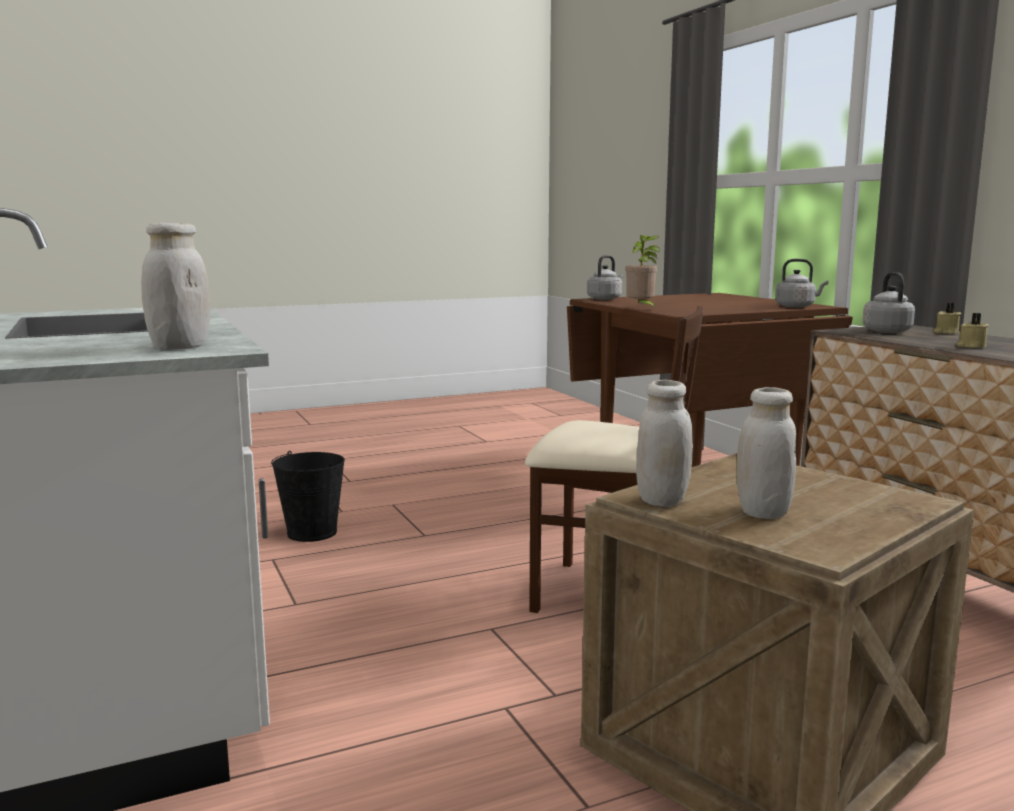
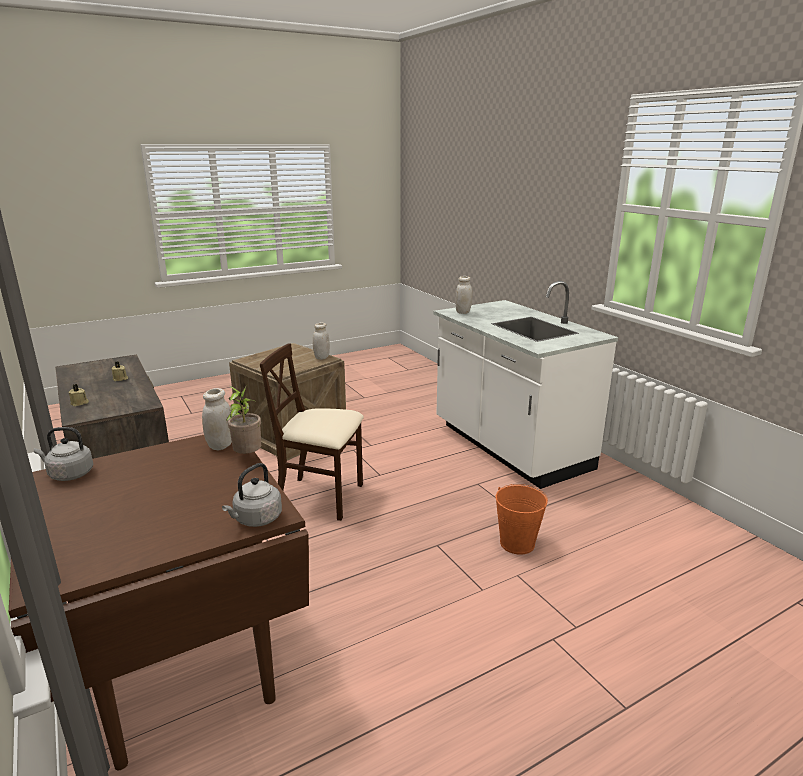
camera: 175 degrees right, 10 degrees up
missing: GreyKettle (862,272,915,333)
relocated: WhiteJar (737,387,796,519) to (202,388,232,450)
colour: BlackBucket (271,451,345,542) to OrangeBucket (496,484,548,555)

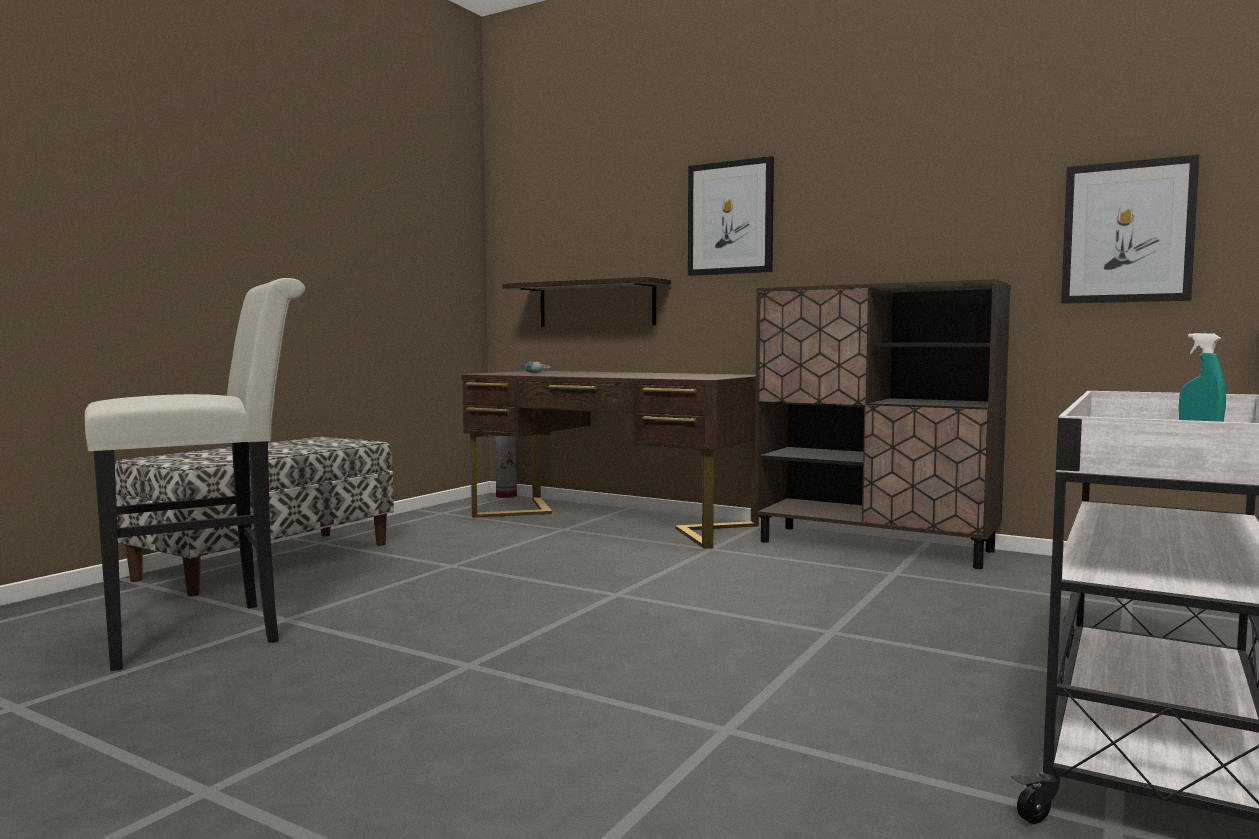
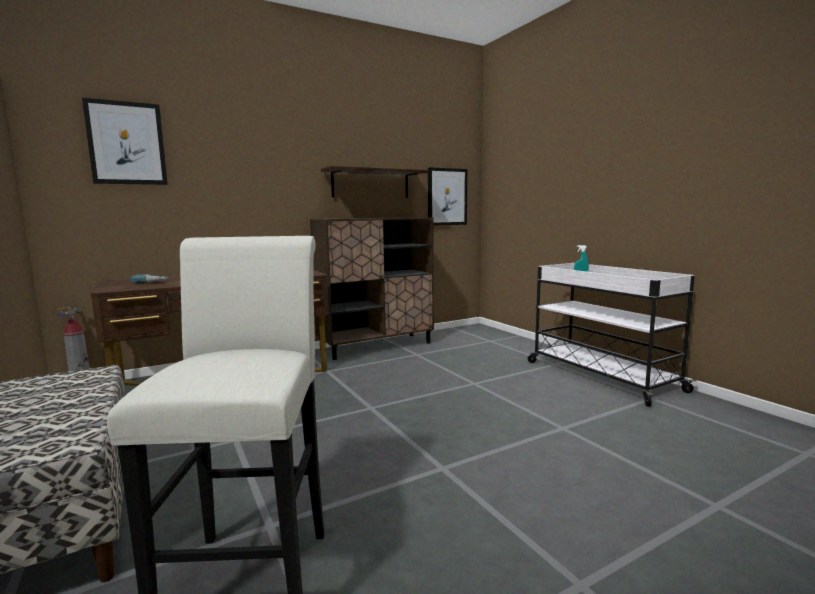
camera: 60 degrees left, 5 degrees up
relocated: Picture (688,156,774,276) to (82,98,168,185); Shelf (502,277,671,327) to (321,166,429,198)

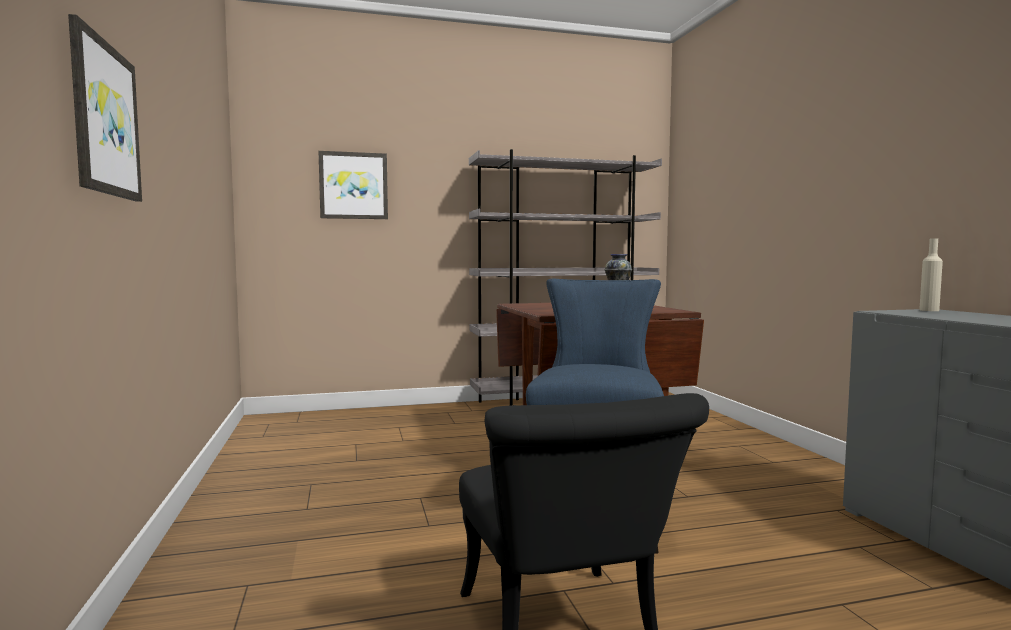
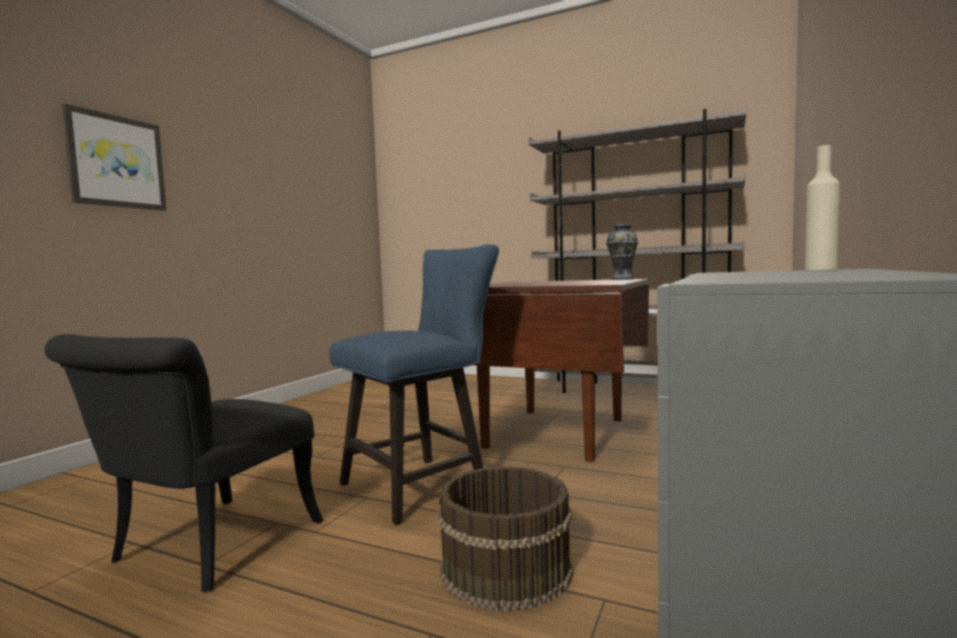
camera: 40 degrees right, 0 degrees up
missing: Picture (318,151,388,219)
appeared: BrownBucket (438,466,573,612)

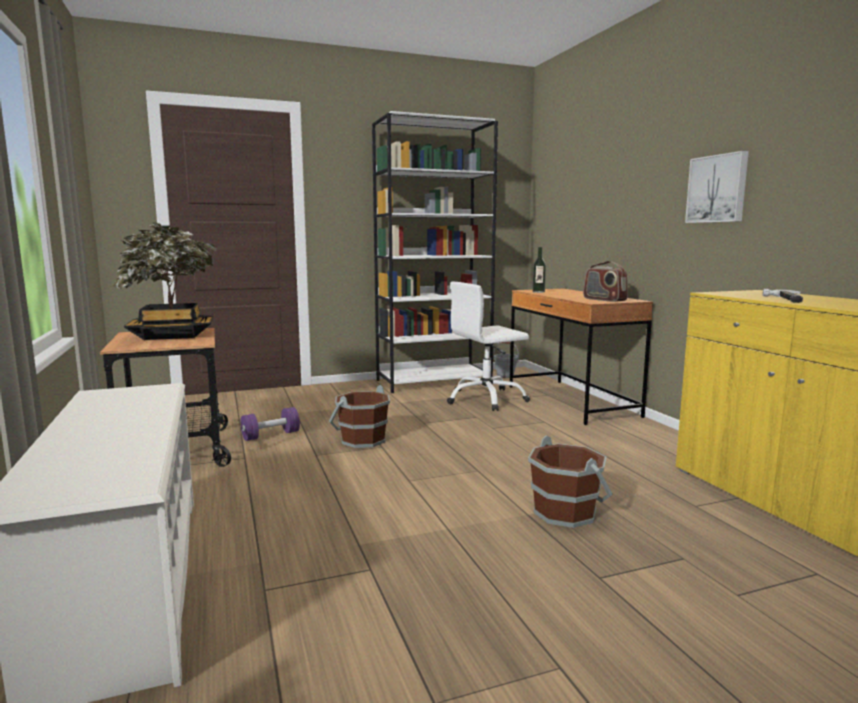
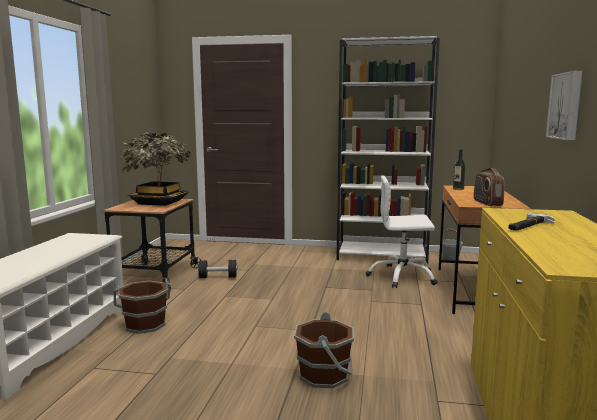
camera: 30 degrees right, 0 degrees up
relocated: BrownBucket (329,385,390,448) to (114,279,171,334)
colour: PurpleDumbbell (240,407,300,441) to BlackDumbbell (198,260,237,278)

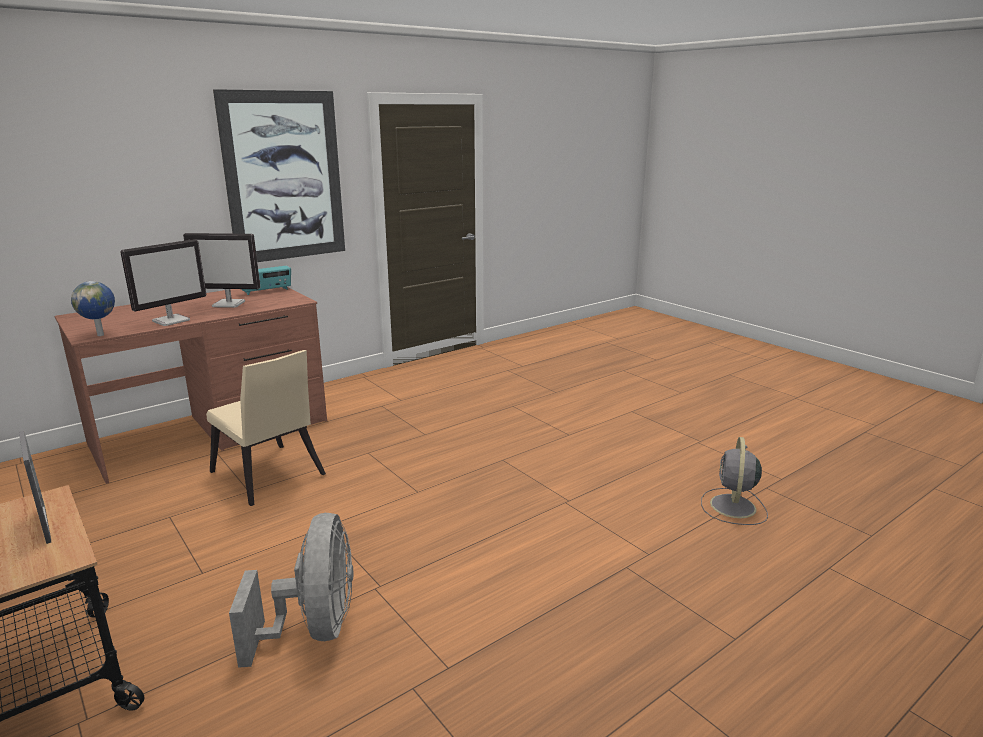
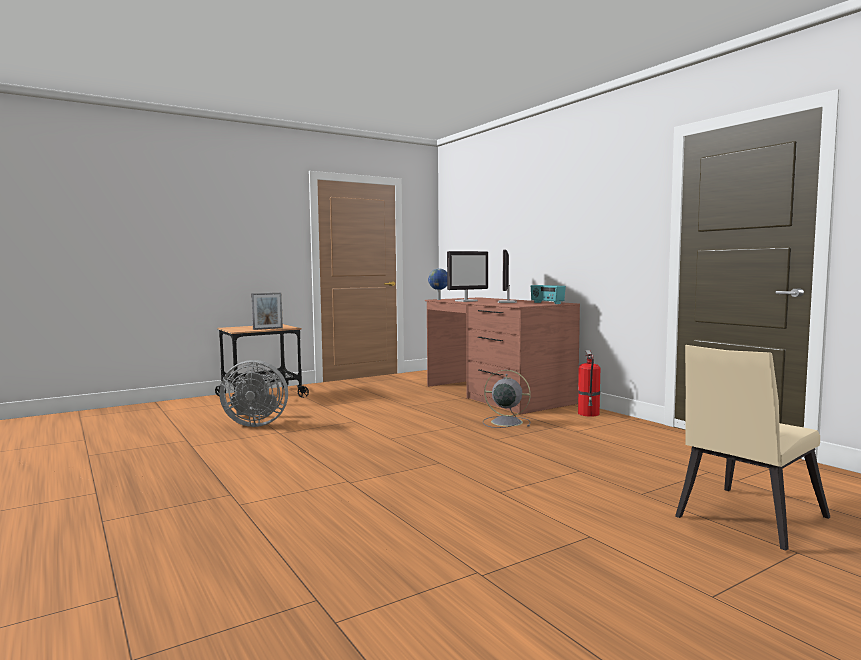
camera: 95 degrees right, 15 degrees down
missing: Picture (213,89,345,262)
appeared: FireExtinguisher (578,350,600,417)
relocated: BeigeChair (206,350,326,506) to (675,345,830,551); GreyFan (701,437,768,525) to (483,370,531,428)
spun: Monitor (120,239,206,326) = (447,251,488,302) 75 degrees counterclockwise

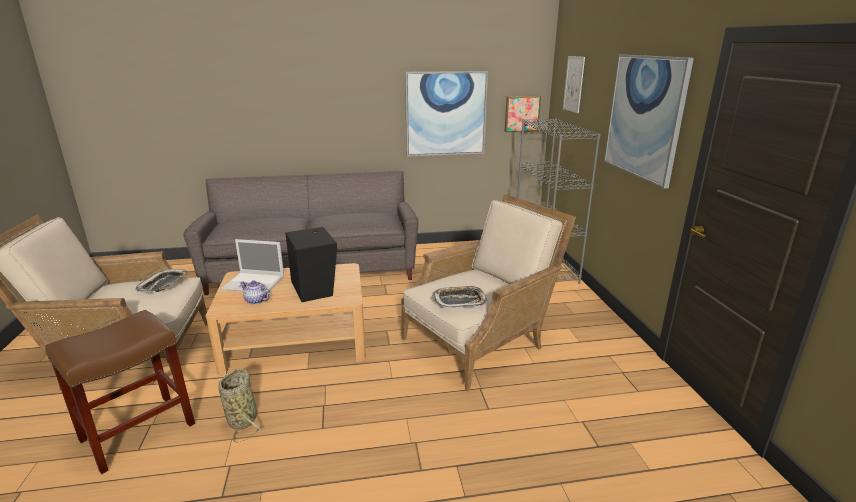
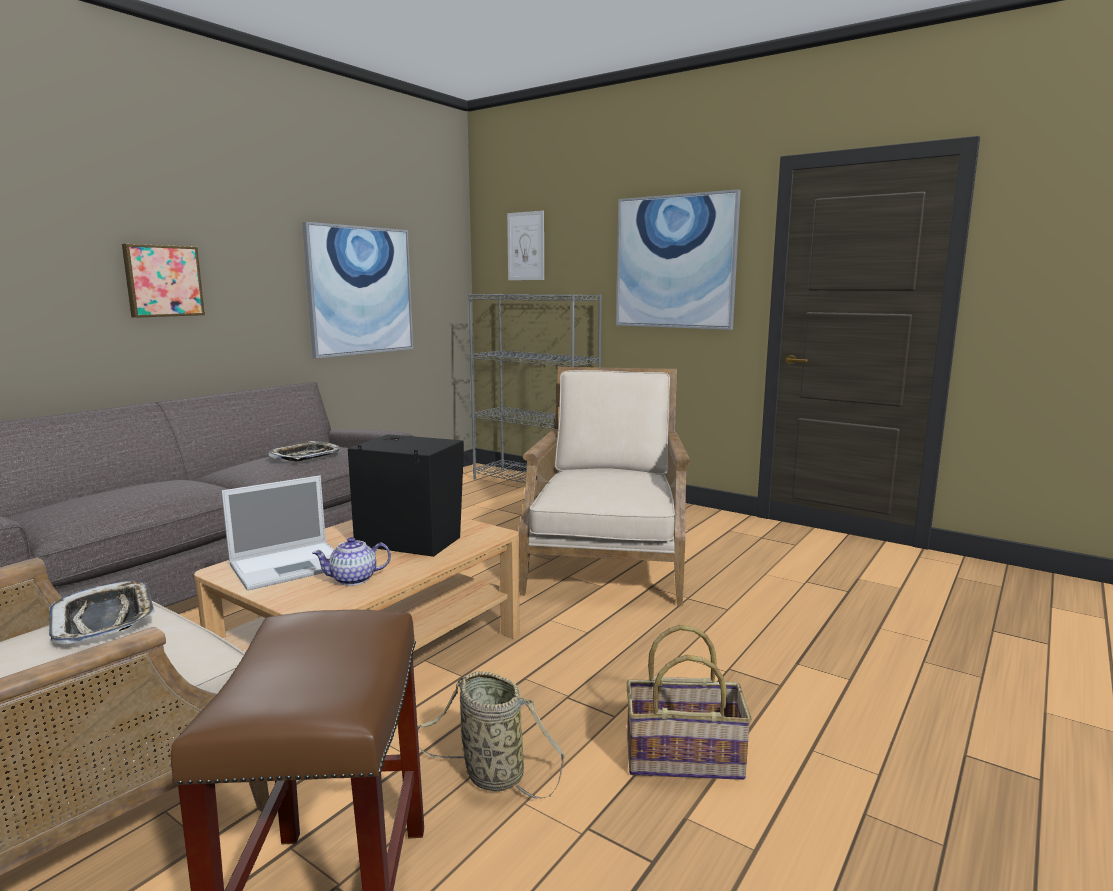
camera: 45 degrees left, 10 degrees down
appeared: Basket (627,625,752,780)
relocated: Picture (505,96,541,132) to (122,244,205,318); Tray (432,285,487,308) to (268,441,342,461)

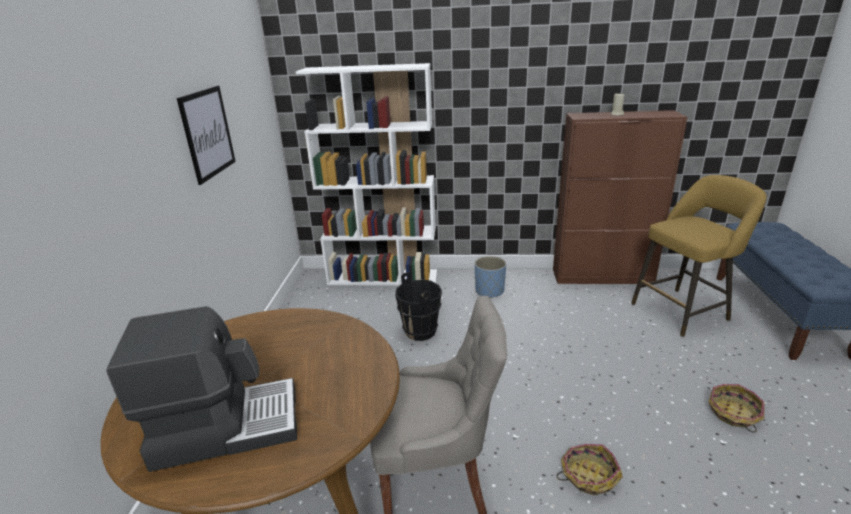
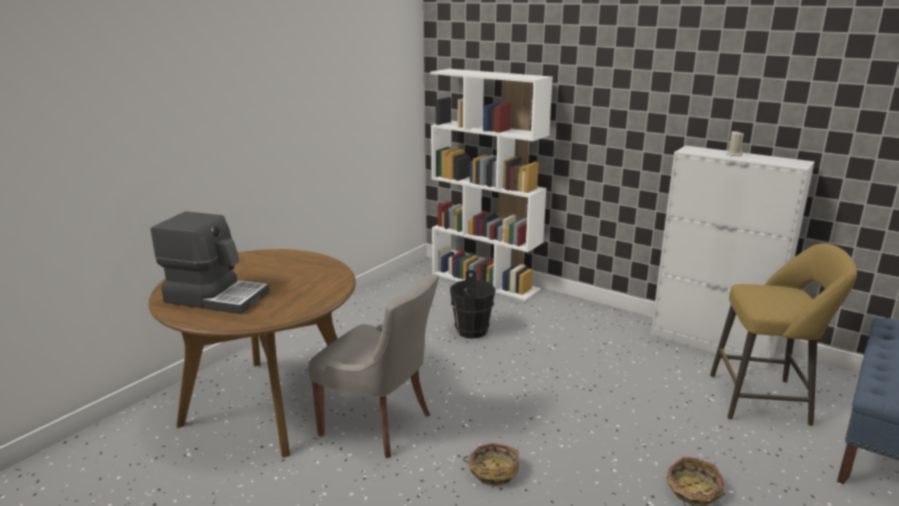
camera: 30 degrees right, 5 degrees down
missing: Picture (177,86,236,185); BluePlanter (475,256,506,299)
colour: BrownCabinet (553,110,688,284) to WhiteCabinet (651,146,815,368)

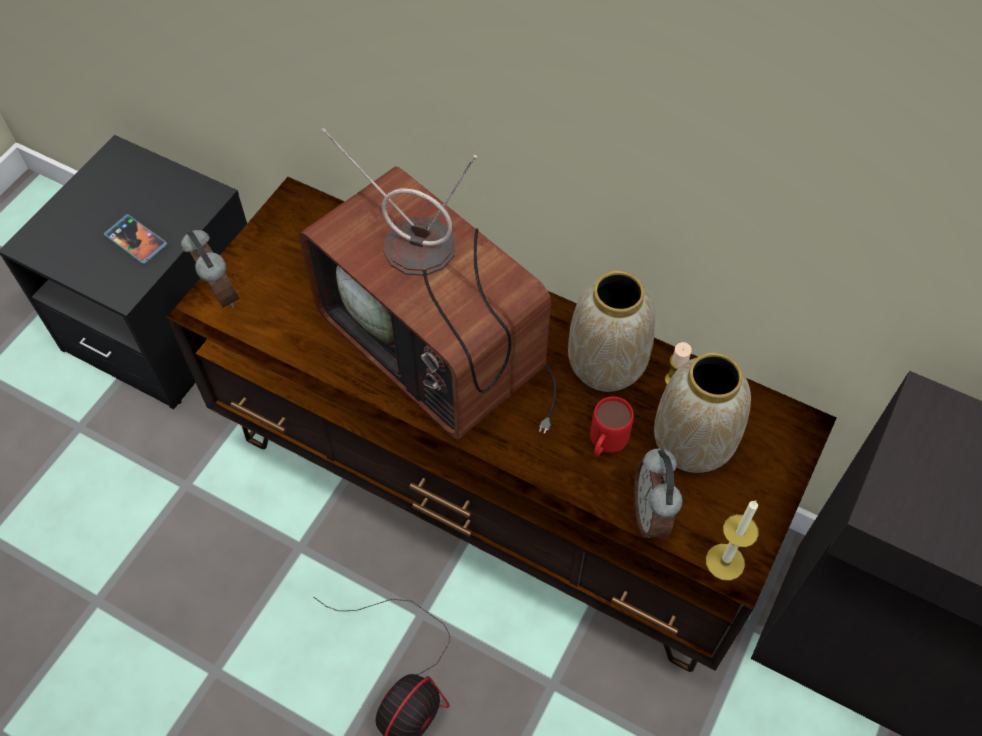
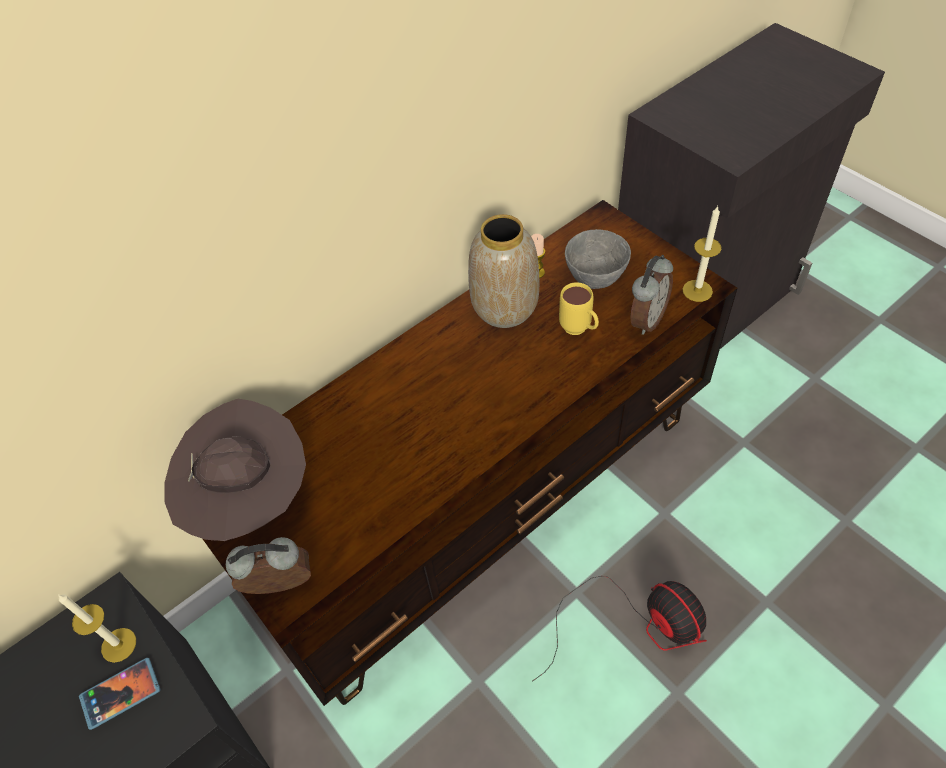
camera: 65 degrees left, 5 degrees down
missing: Television (299,128,557,439)
appeared: BrownHat (165,399,306,541); Candle (58,594,136,663)
exchanged: Vase (654,352,751,473) to GreyBowl (565,229,631,289)
colour: RedMug (590,397,634,456) to YellowMug (559,282,599,335)
spun: AlarmClock (634,449,683,538) = (630,255,673,335) 75 degrees counterclockwise

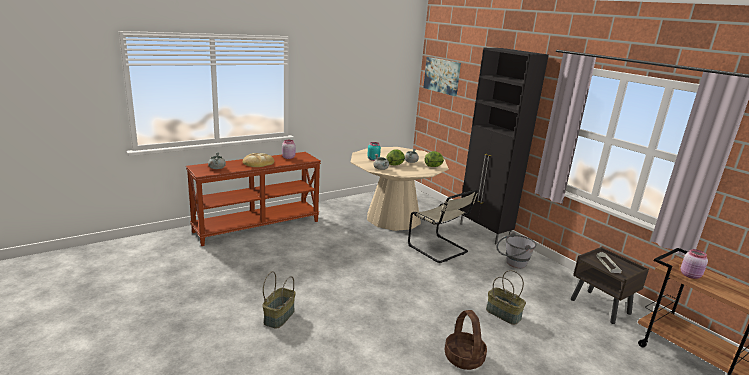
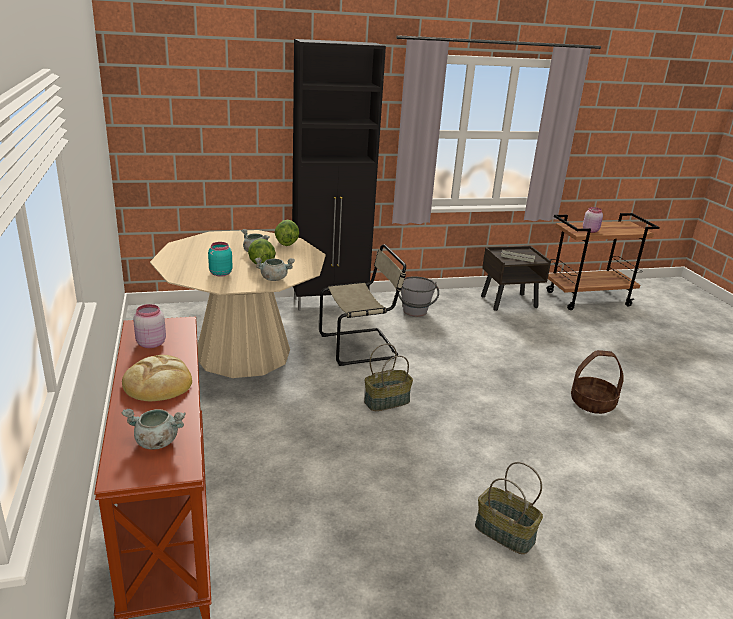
camera: 70 degrees left, 5 degrees up
missing: Picture (423,57,461,96)
relocated: Basket (486,270,526,325) to (364,343,413,411)

